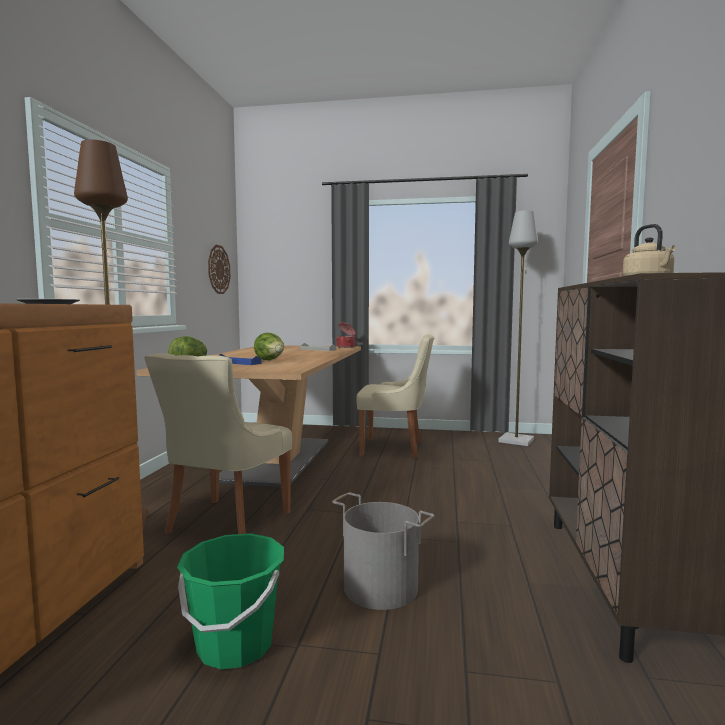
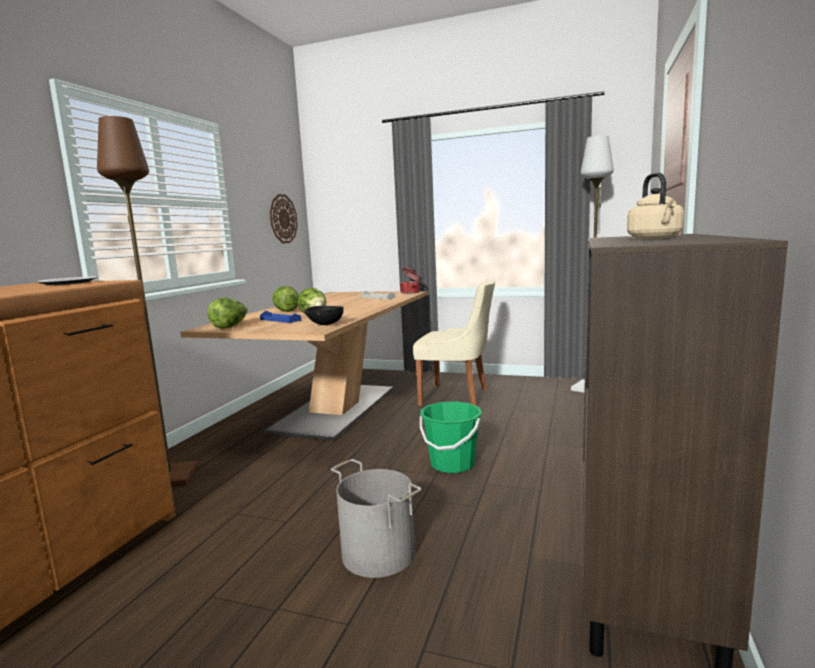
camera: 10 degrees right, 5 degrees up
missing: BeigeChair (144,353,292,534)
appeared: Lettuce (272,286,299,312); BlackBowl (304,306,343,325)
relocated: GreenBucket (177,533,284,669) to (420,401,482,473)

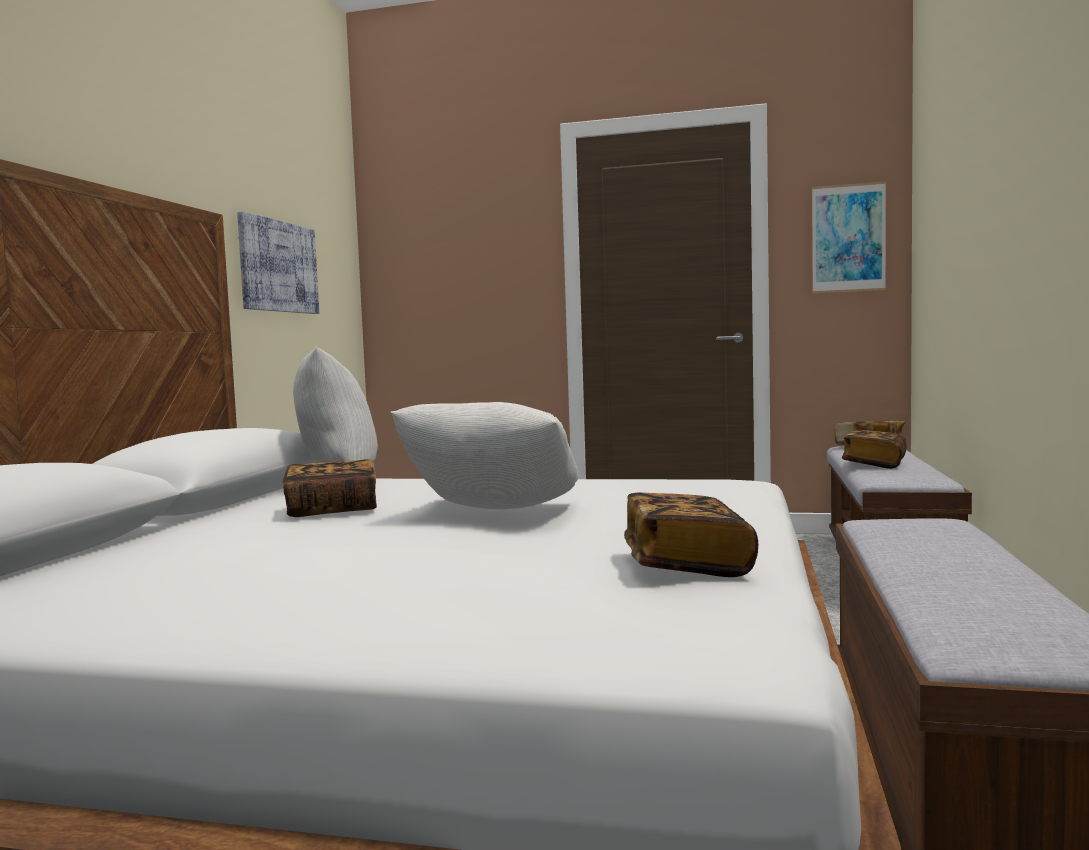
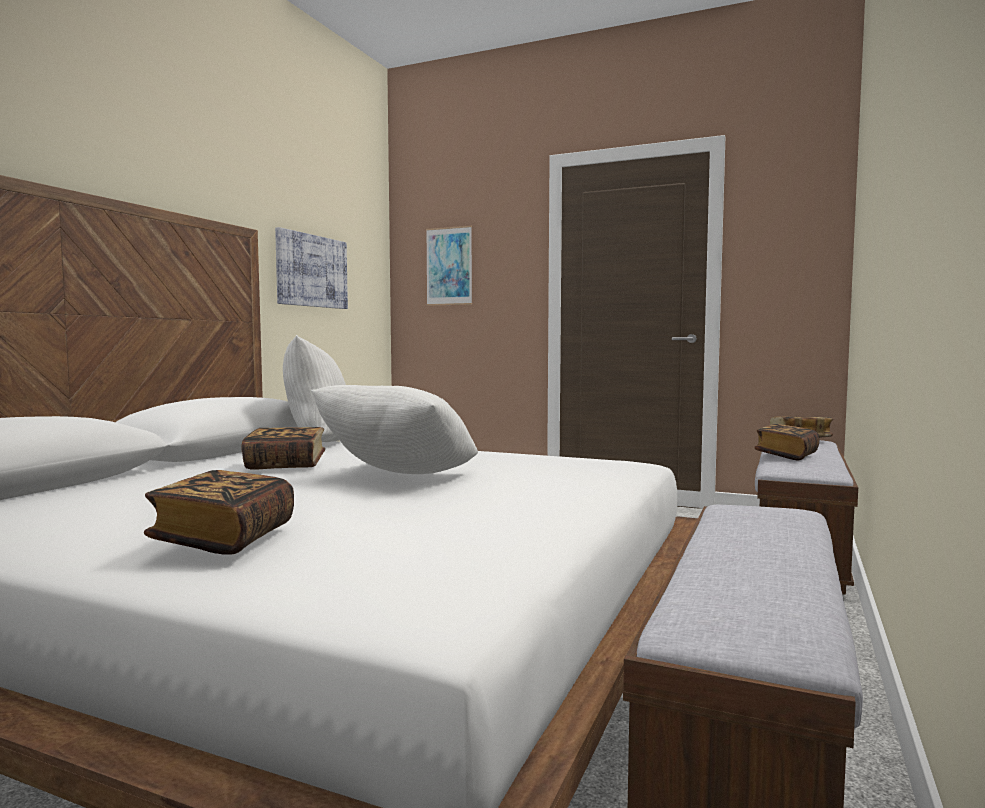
camera: 10 degrees right, 0 degrees up
relocated: Picture (812,181,886,293) to (426,226,472,306); Book (624,492,758,577) to (144,470,294,555)

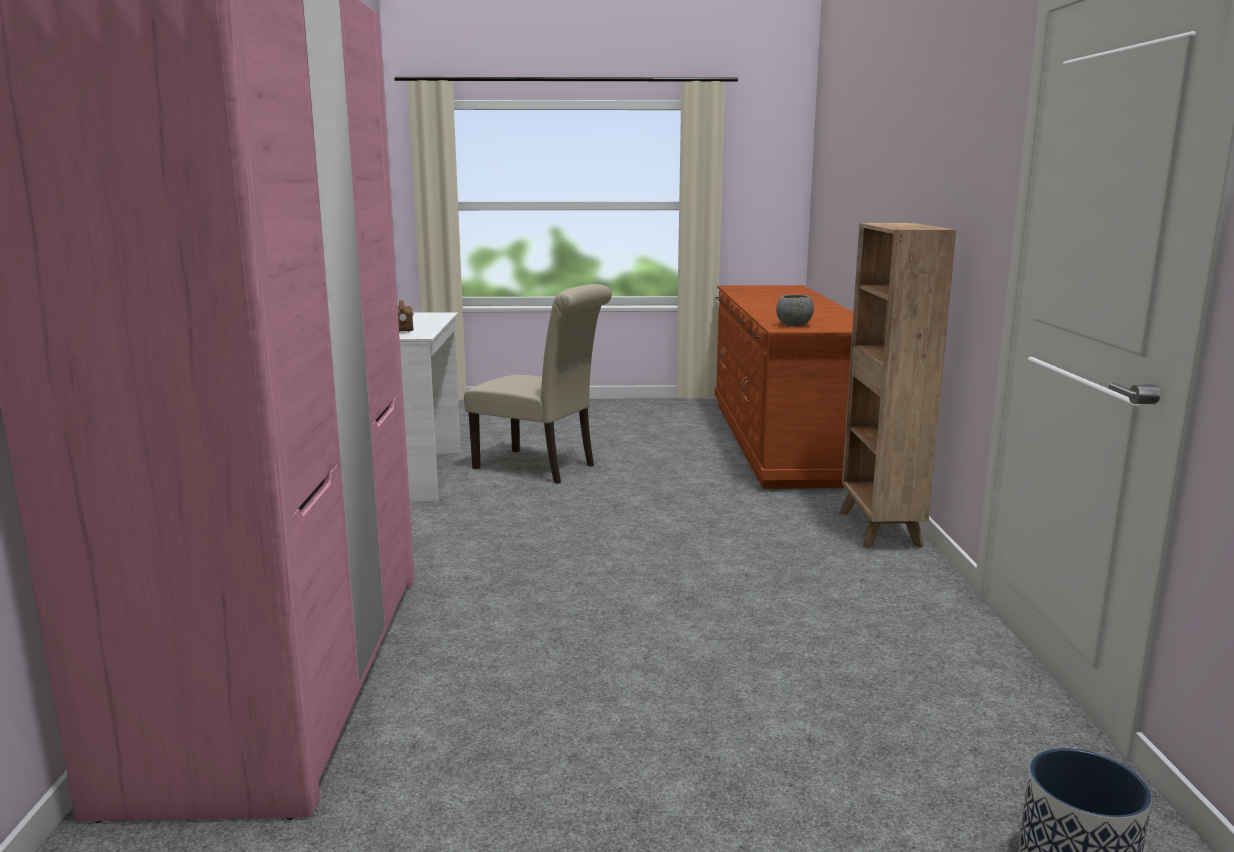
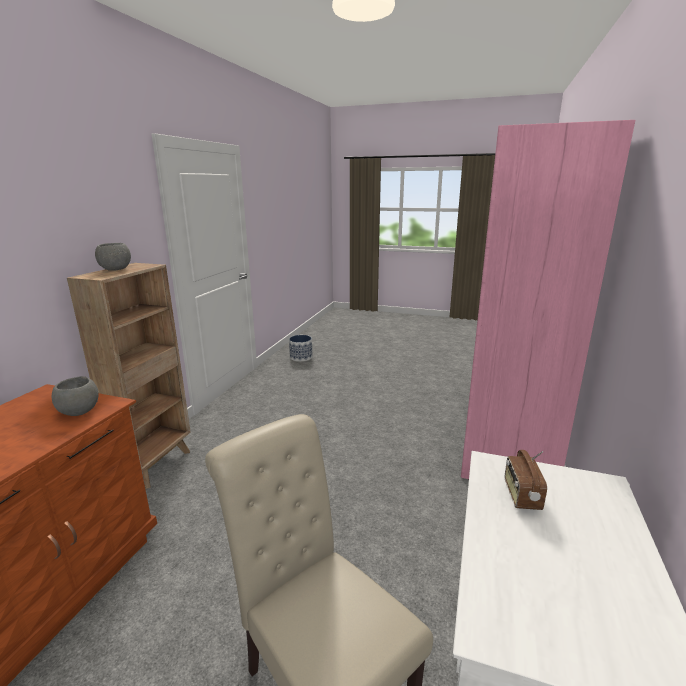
camera: 160 degrees left, 5 degrees up
appeared: GreyBowl (95,243,131,271)

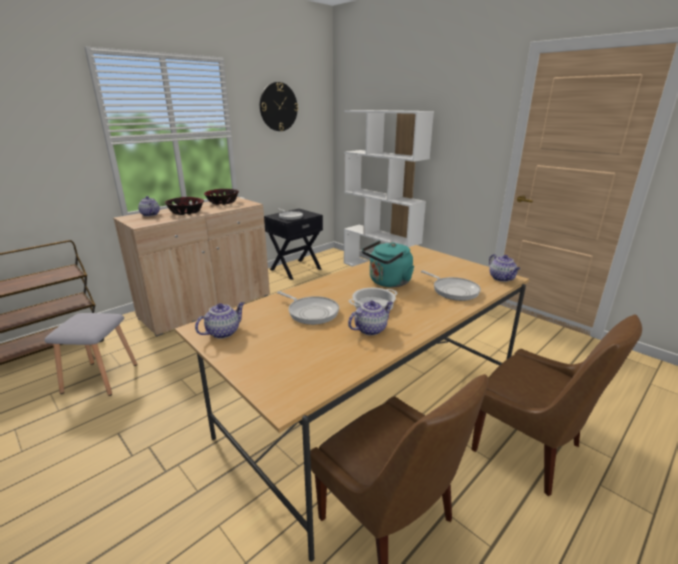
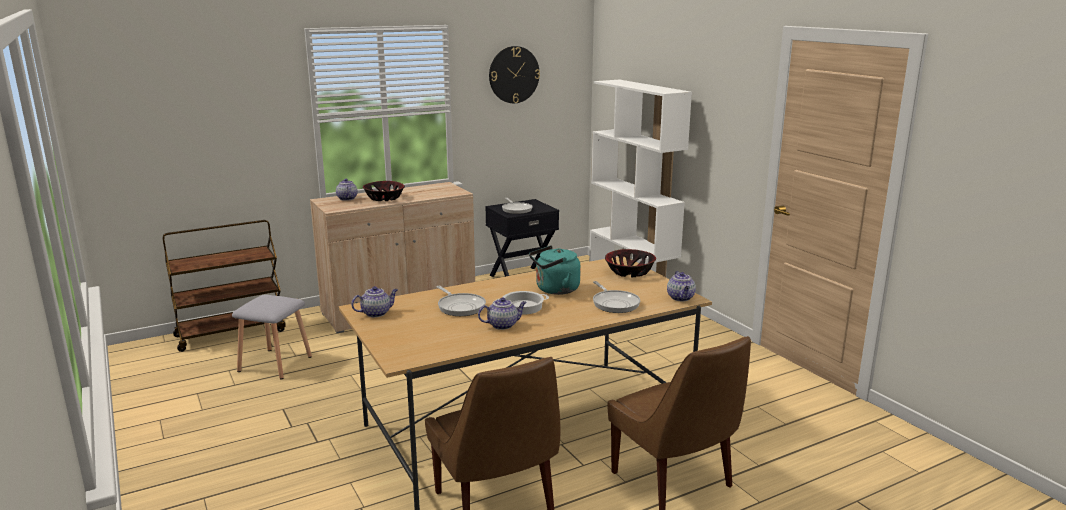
camera: 15 degrees right, 5 degrees down
relocated: Bowl (204,189,239,205) to (605,249,656,277)

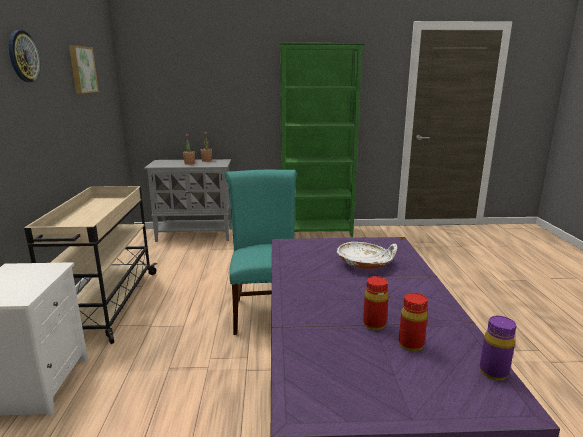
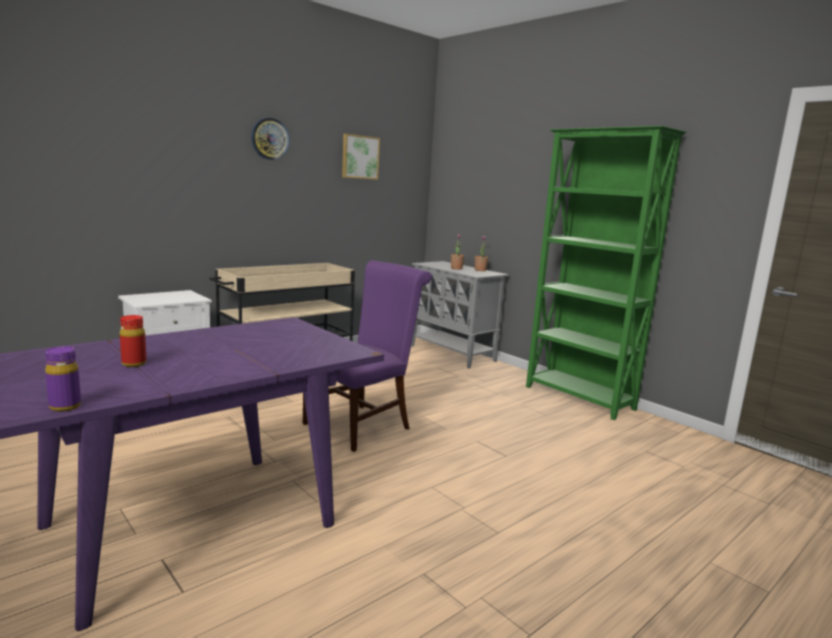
camera: 50 degrees right, 5 degrees down
missing: WhiteBowl (337,242,397,269); RedBottle (399,293,428,352)
colour: TurquoiseChair (225,170,297,335) to PurpleChair (303,260,432,452)

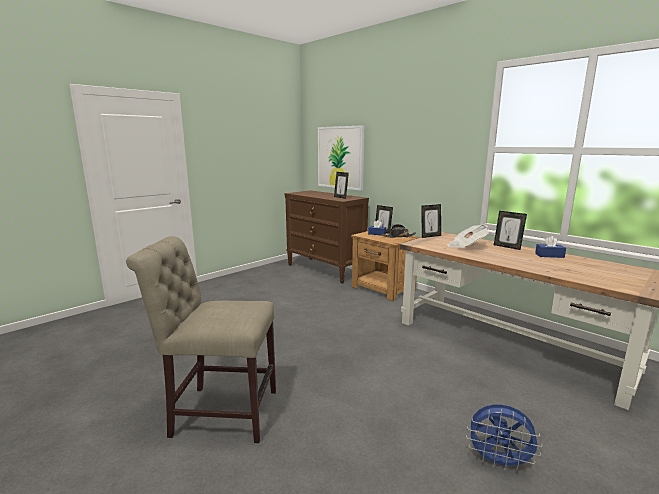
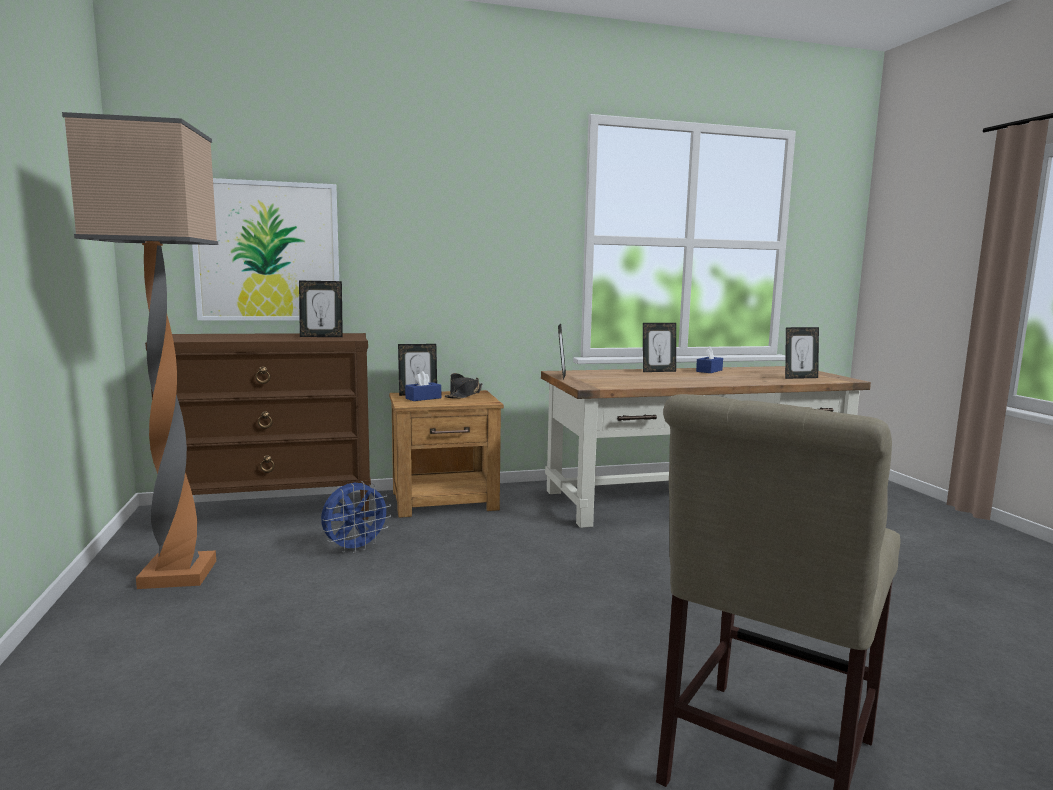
camera: 60 degrees left, 5 degrees down
missing: Newspaper (447,225,489,248)
appeared: FloorLamp (62,112,218,589); PictureFrame (785,327,819,379)
relocated: BlueFan (466,405,543,471) to (321,481,391,553)

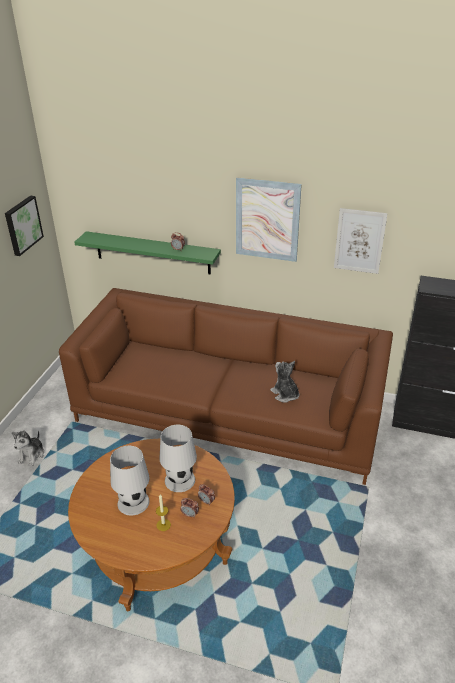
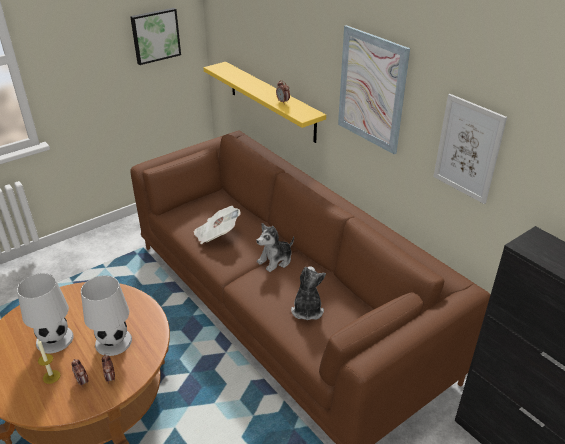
camera: 35 degrees right, 0 degrees up
appeared: Newspaper (194,206,241,244)
relocated: PlushToy (12,430,44,466) to (256,223,294,272)
colour: GreenShelf (75,231,221,275) to YellowShelf (203,62,326,143)

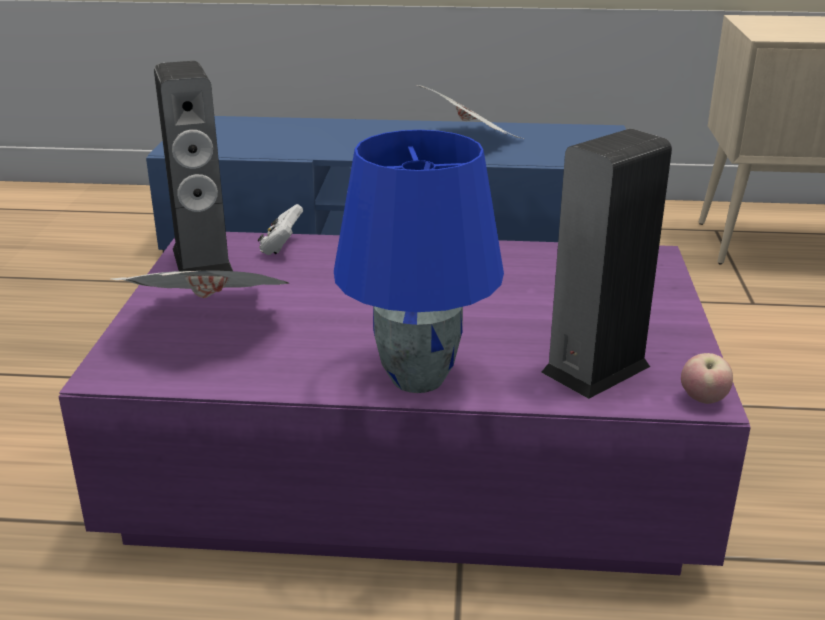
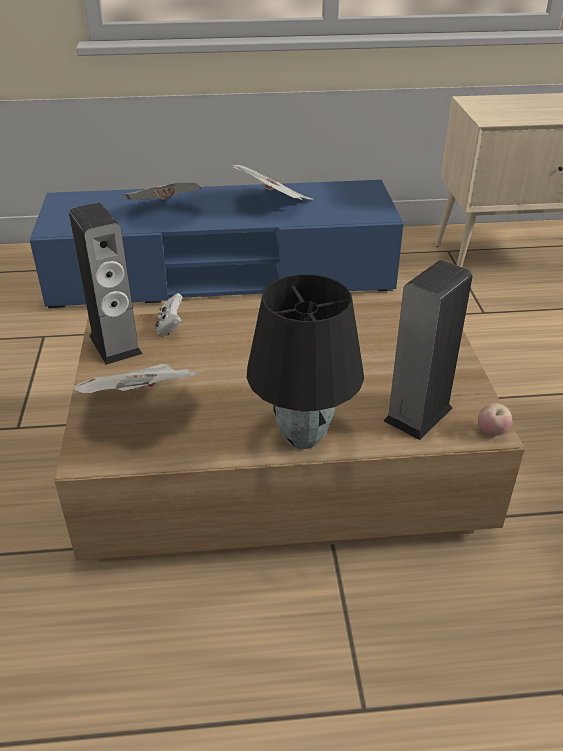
camera: 10 degrees left, 10 degrees up
appeared: Newspaper (122,183,201,200)
colour: BlueTableLamp (334,130,504,393) to BlackTableLamp (247,274,364,449); PurpleCoffeeTable (58,232,751,575) to BrownCoffeeTable (55,301,525,562)

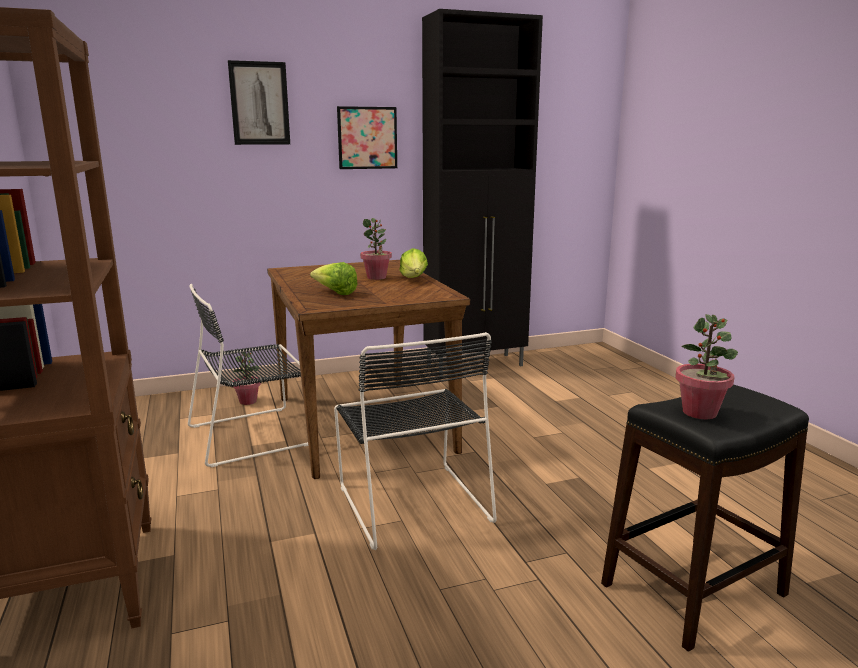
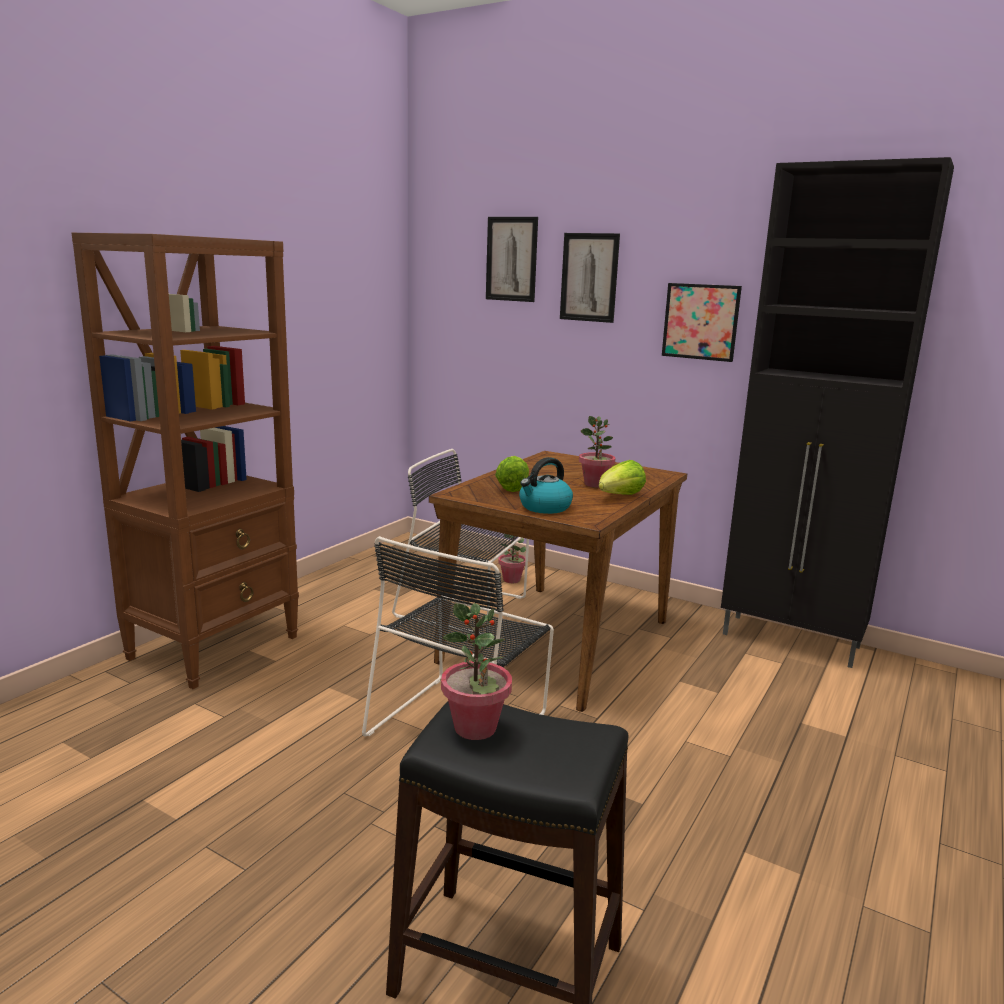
camera: 50 degrees right, 0 degrees up
appeared: Picture (486,217,538,302); Kettle (519,457,573,514)

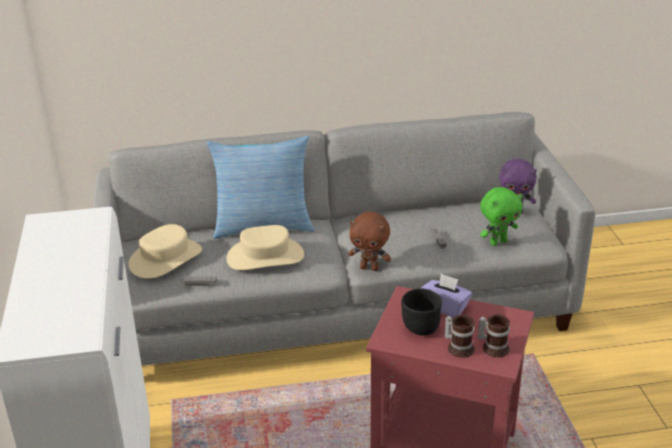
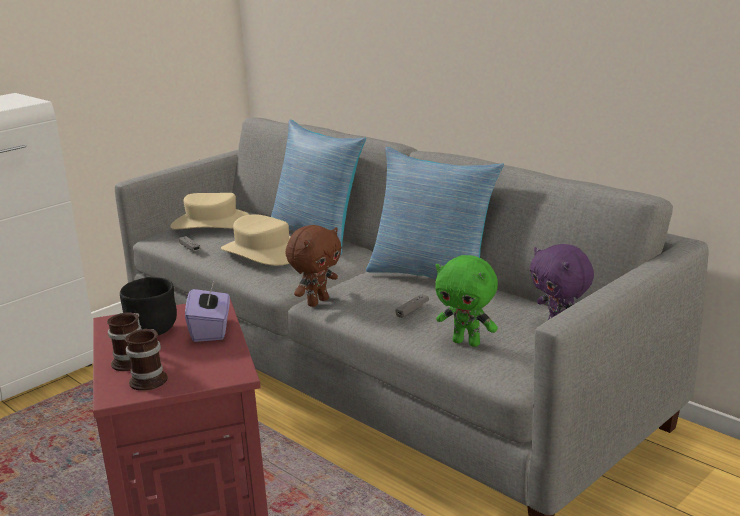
camera: 55 degrees right, 10 degrees down
appeared: Pillow (366,147,504,280)
spun: BrownPlushToy (348,212,391,271) = (286,225,342,307) 120 degrees counterclockwise

